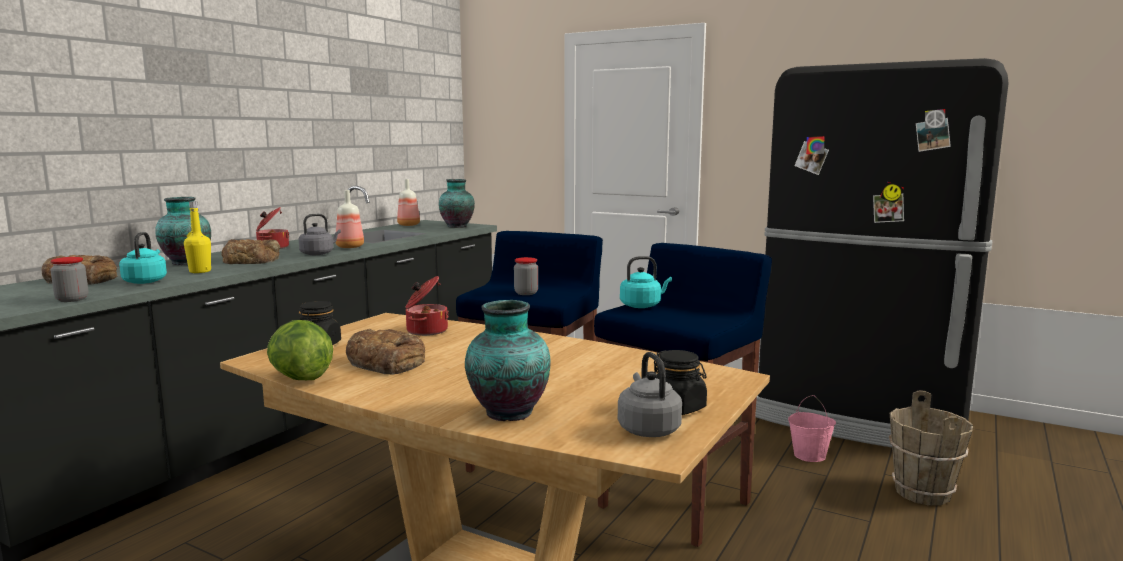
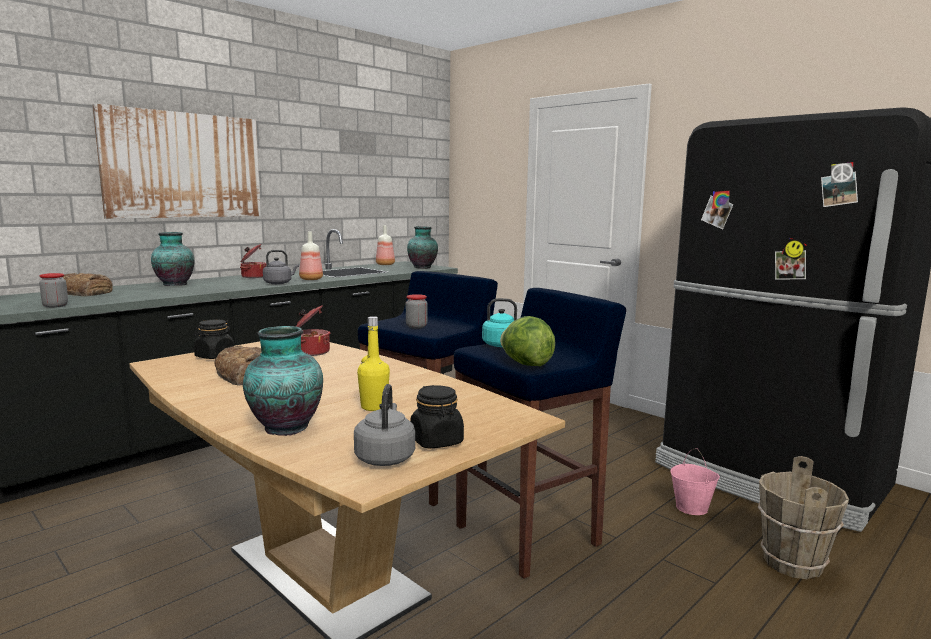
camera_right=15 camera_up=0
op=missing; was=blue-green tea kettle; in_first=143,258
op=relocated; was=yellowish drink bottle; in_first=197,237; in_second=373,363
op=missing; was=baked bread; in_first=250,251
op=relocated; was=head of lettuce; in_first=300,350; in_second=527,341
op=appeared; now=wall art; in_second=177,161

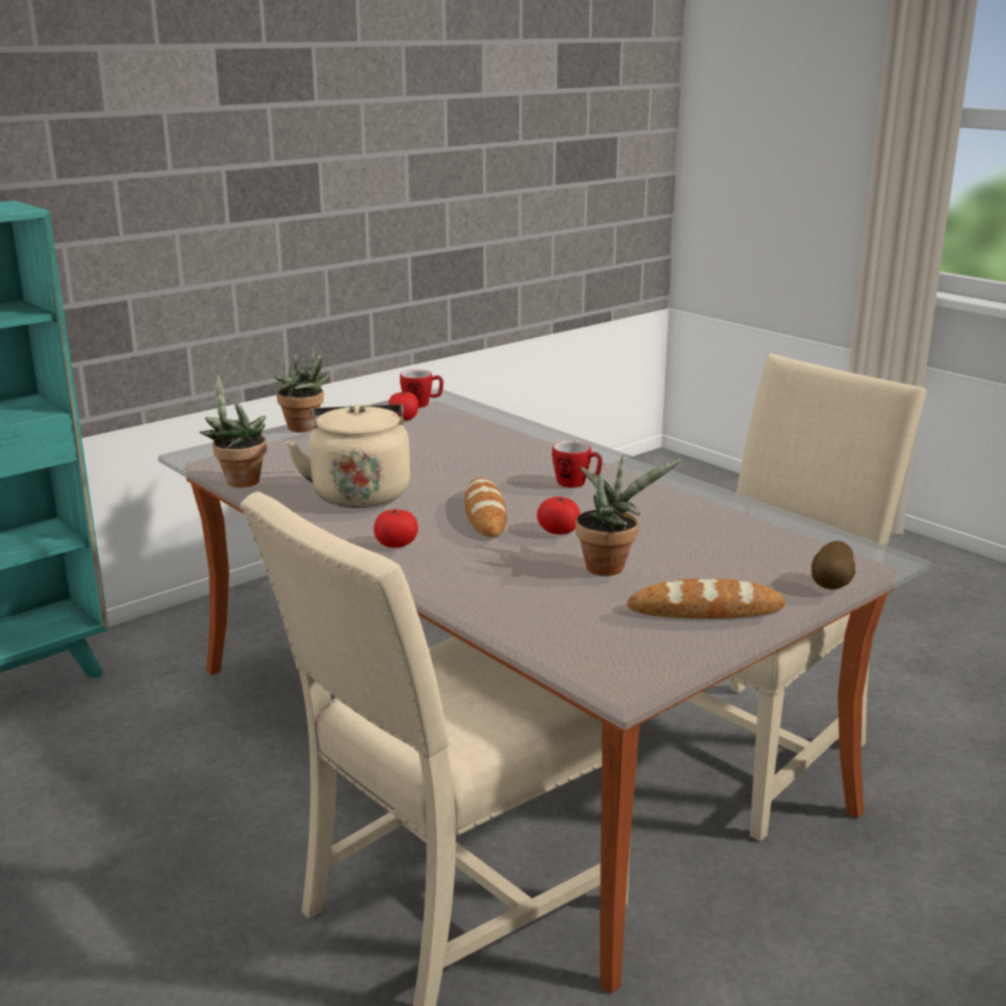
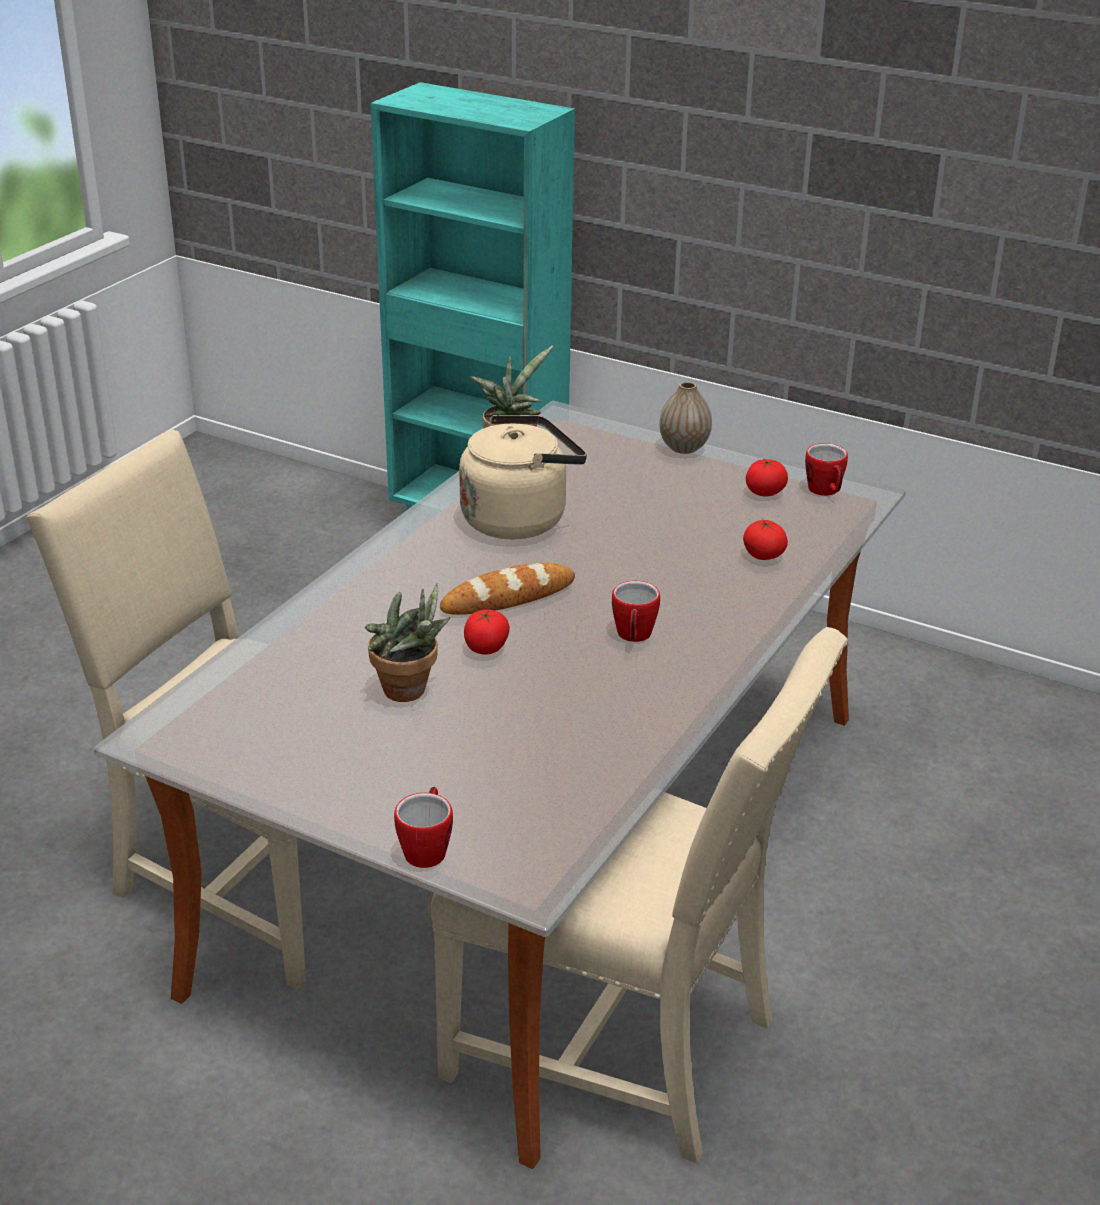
camera_right=70 camera_up=10
op=exchanged; was=houseplant; now=decorative vase; in_first=302,389; in_second=685,417
op=relocated; was=tomato; in_first=396,528; in_second=765,539
op=missing; was=baked bread; in_first=706,598
op=exchanged; was=potato; now=tea mug; in_first=833,565; in_second=423,827

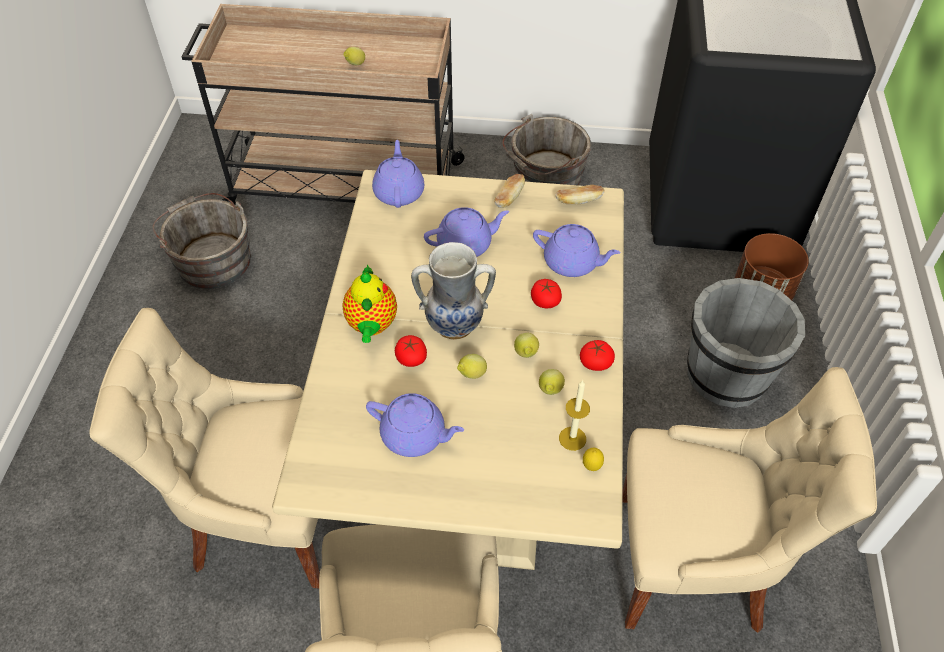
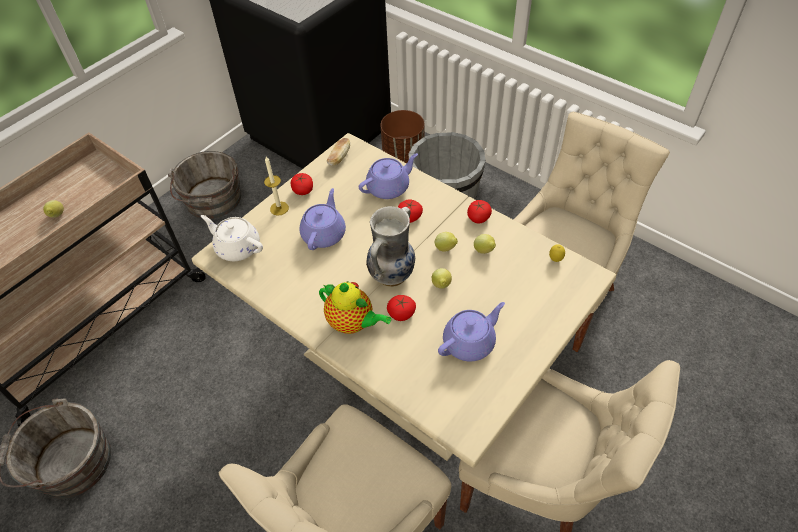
camera_right=-55 camera_up=0
op=colour; was=purple pot for tea; now=whitish pot for tea; in_first=398,174; in_second=232,238
op=exchanged; was=baked bread; now=tomato; in_first=509,191; in_second=302,184
op=relocated; was=wax candle; in_first=574,415; in_second=276,186

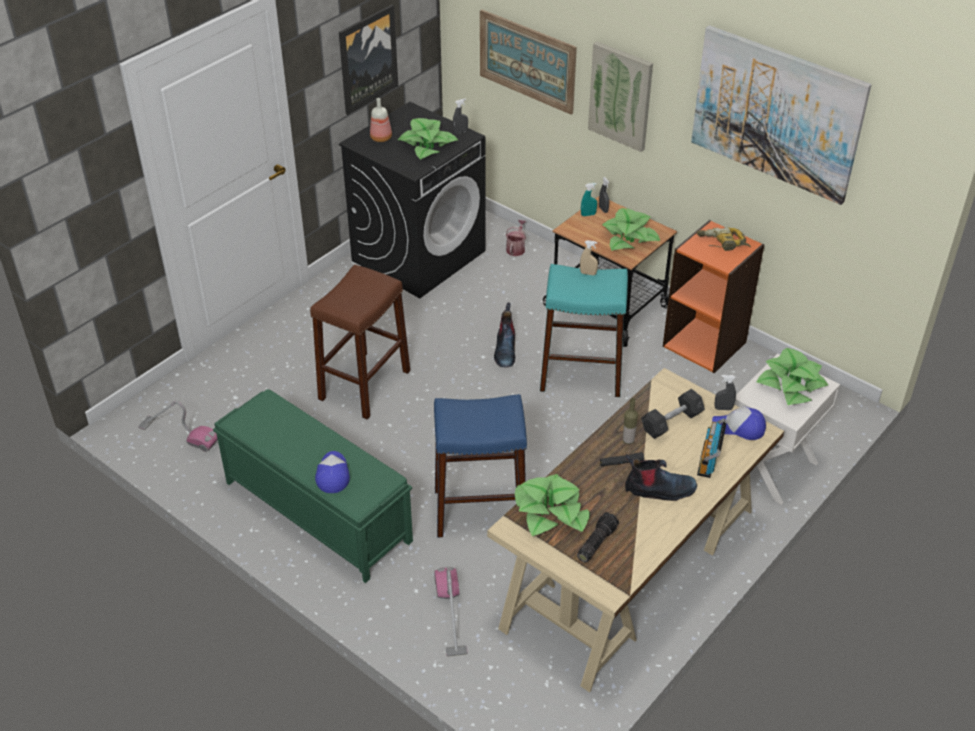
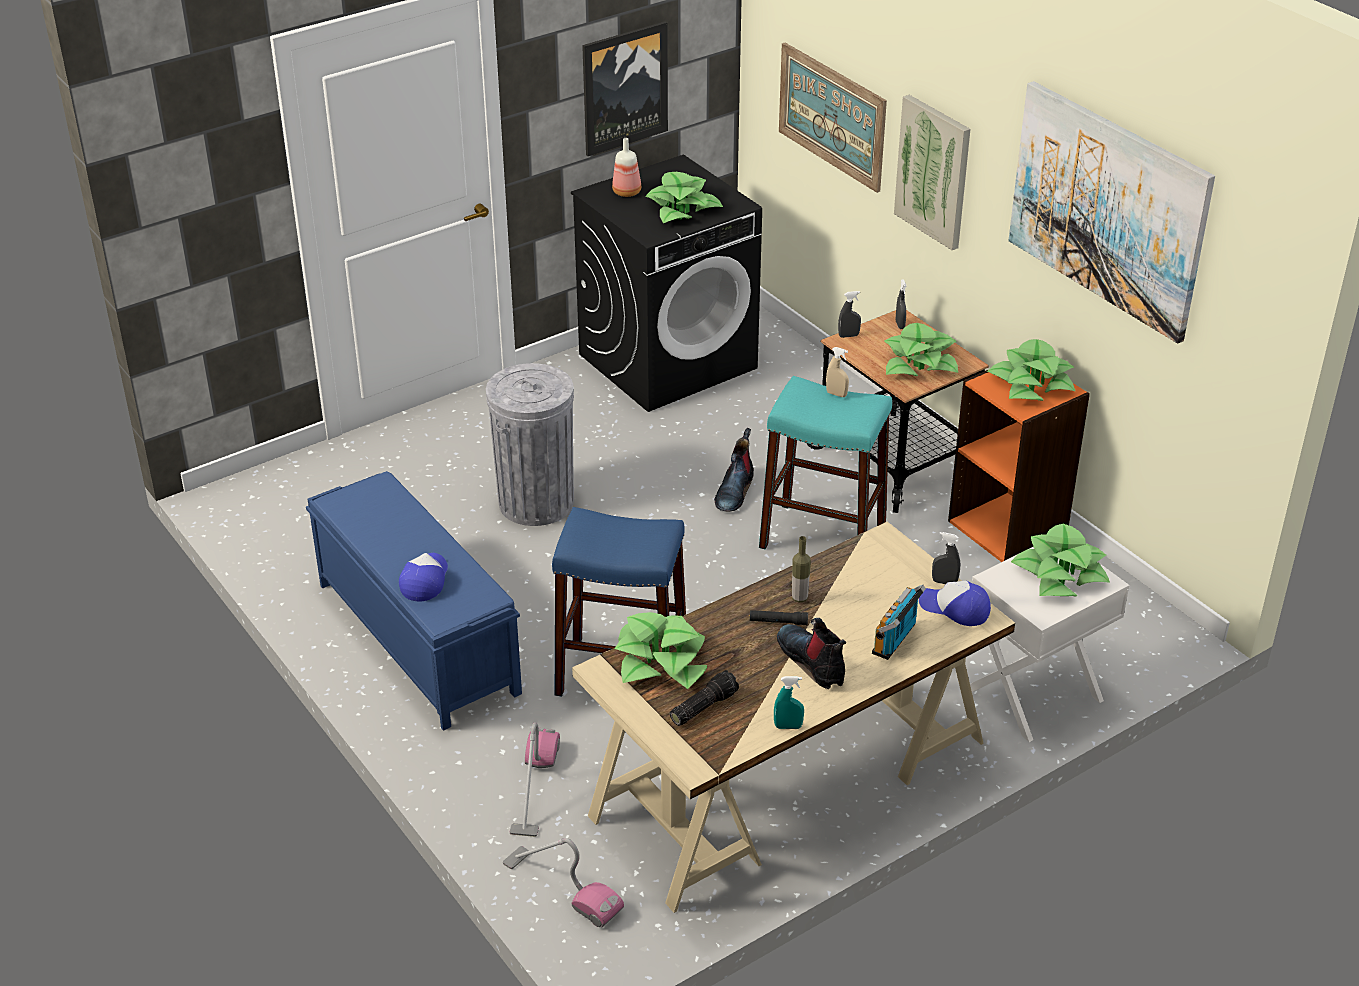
camera_right=15 camera_up=-5
op=relocated; was=hoover; in_first=178,426; in_second=563,882
op=colour; was=greenish indoor bench; now=blue indoor bench; in_first=313,486; in_second=414,601
op=exchanged; was=brownish stool; now=grey trash can; in_first=360,342; in_second=530,444
op=relocated; was=grey hand sprayer; in_first=460,116; in_second=849,314
op=missing; was=watering pot; in_first=516,238
op=relocated; was=blue-green hand sprayer; in_first=589,199; in_second=789,702
op=spun; was=high-top boot; in_first=661,477; in_second=811,653; clockwise=-135
op=missing; was=grey dumbbell; in_first=673,414
op=exchanged; was=drill; now=houseplant; in_first=724,239; in_second=1031,370

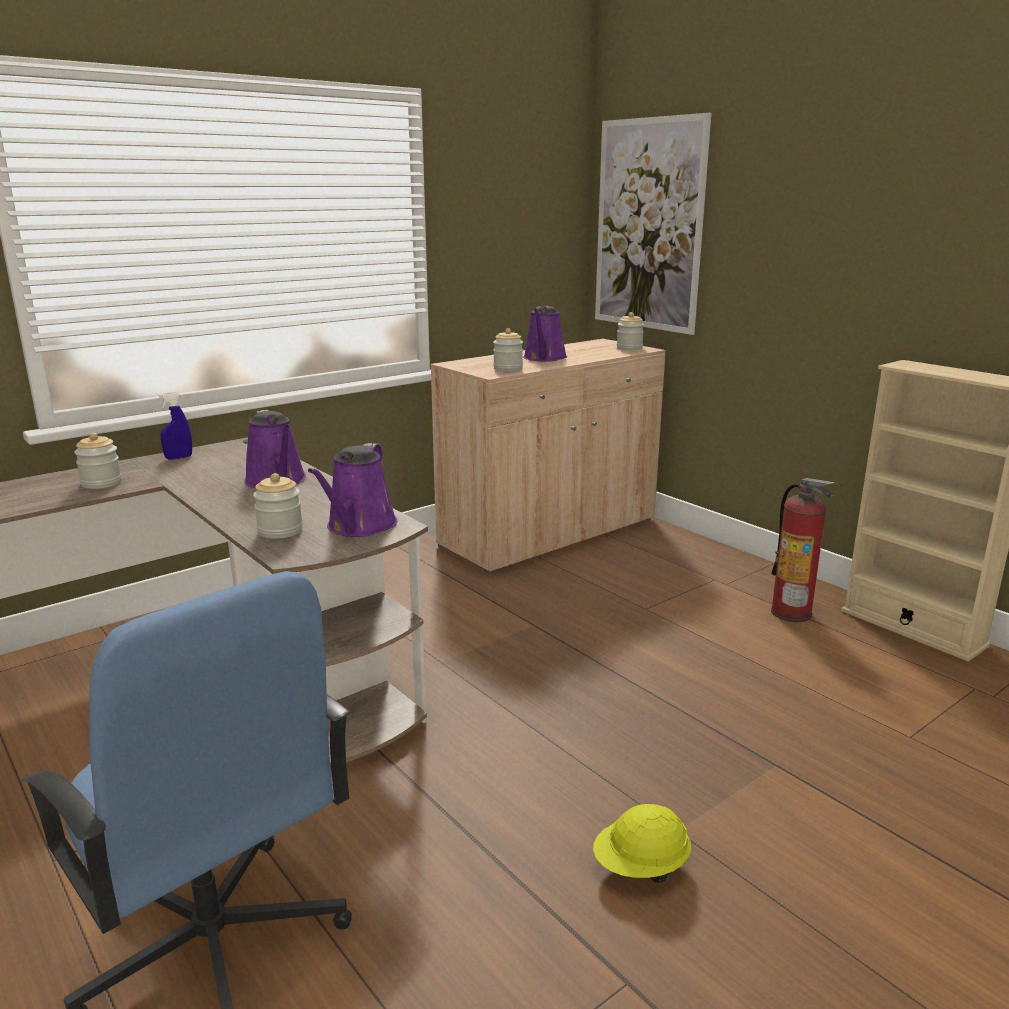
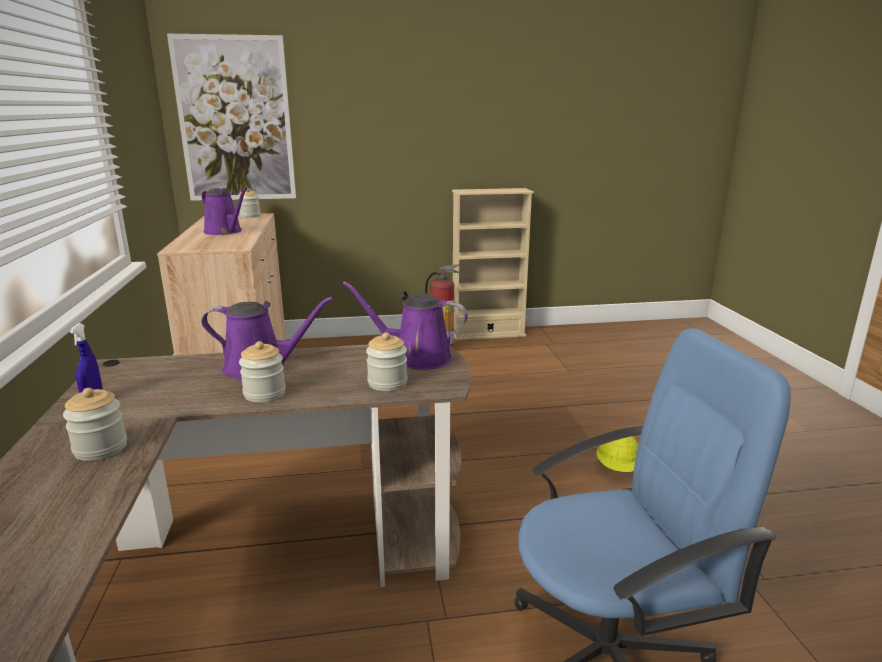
camera_right=-60 camera_up=0
op=spun; was=purple watering pot; in_first=352,490; in_second=405,325; clockwise=150
op=relocated; was=storage jar; in_first=508,349; in_second=262,371

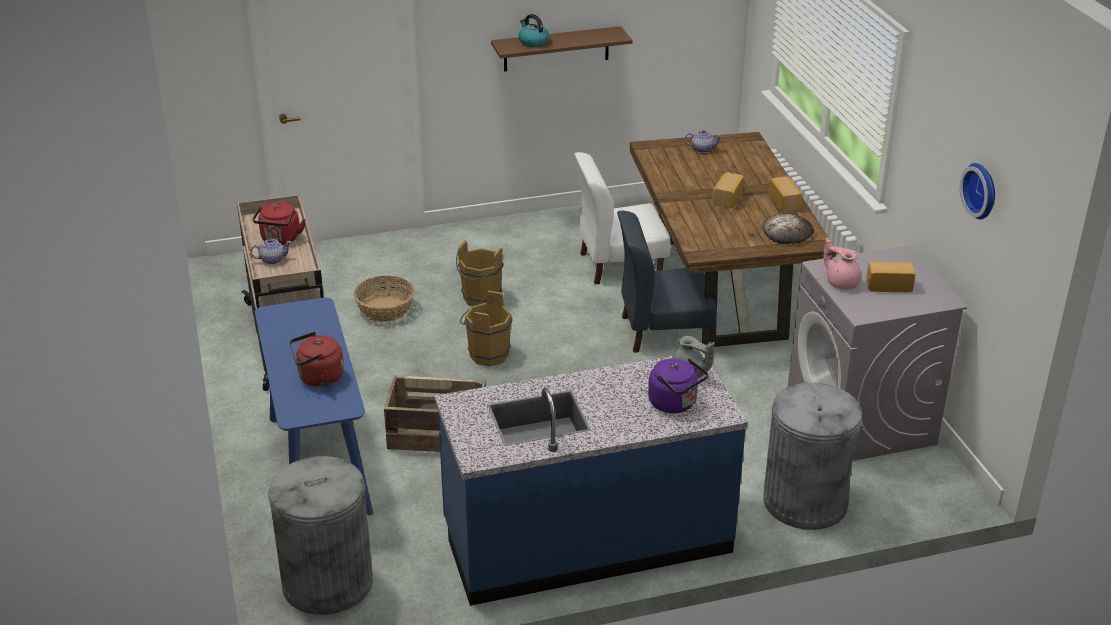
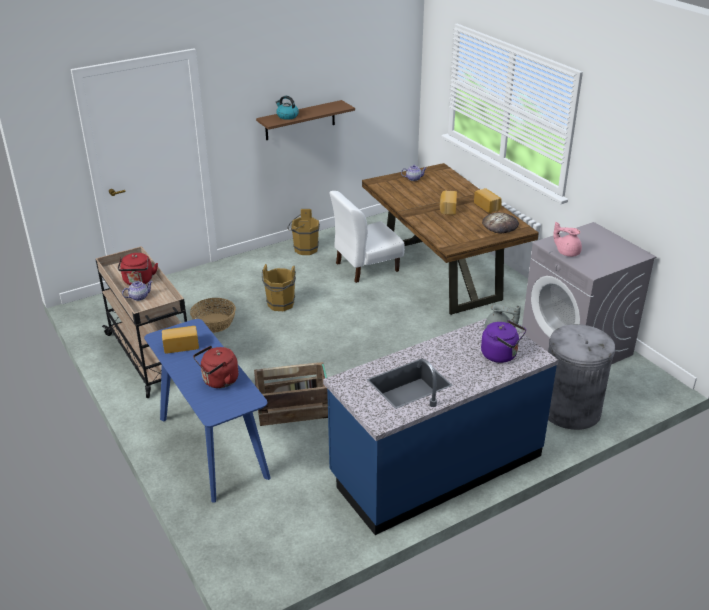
camera_right=-15 camera_up=0
op=missing; was=grey trash can; in_first=320,535
op=relocated; was=brownish water bucket; in_first=486,328; in_second=303,232
op=missing; was=blue chair; in_first=667,282
op=relocated; was=baked bread; in_first=890,276; in_second=180,339
op=missing; was=clock on the wall; in_first=977,191

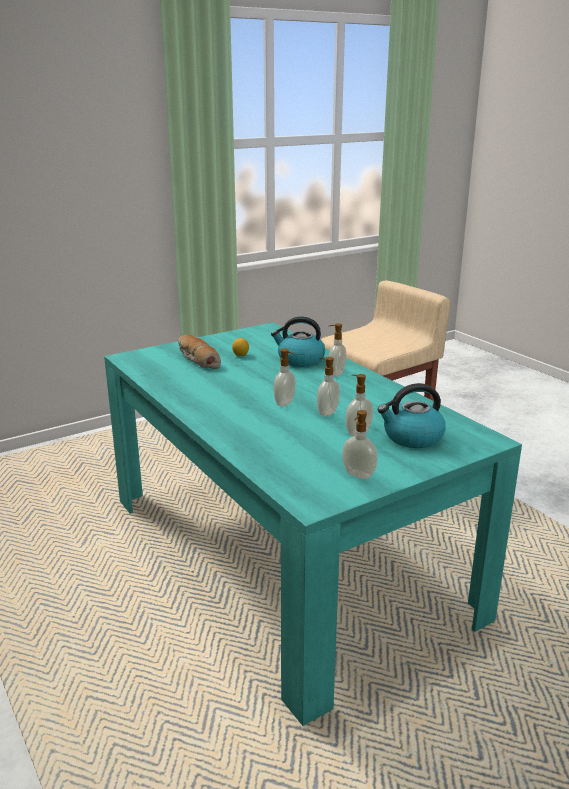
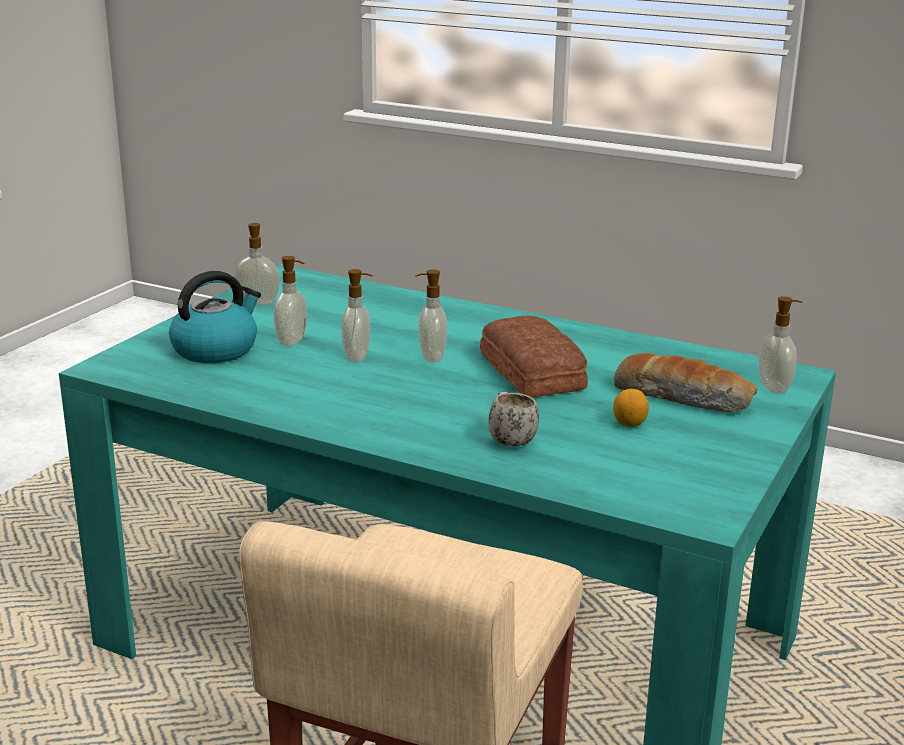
camera_right=150 camera_up=0
op=exchanged; was=tea kettle; now=whitish tea mug; in_first=298,341; in_second=513,419
op=relocated; was=soap dispenser; in_first=337,350; in_second=780,344
op=appeared; now=baked bread; in_second=534,356

